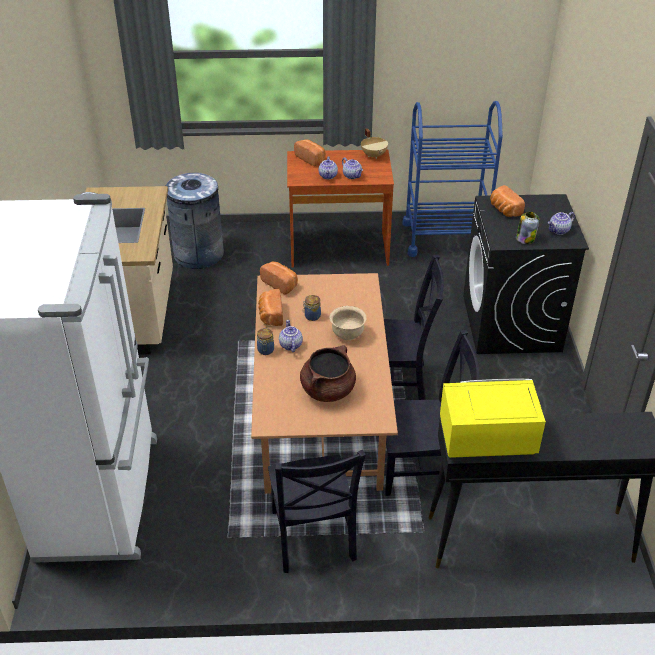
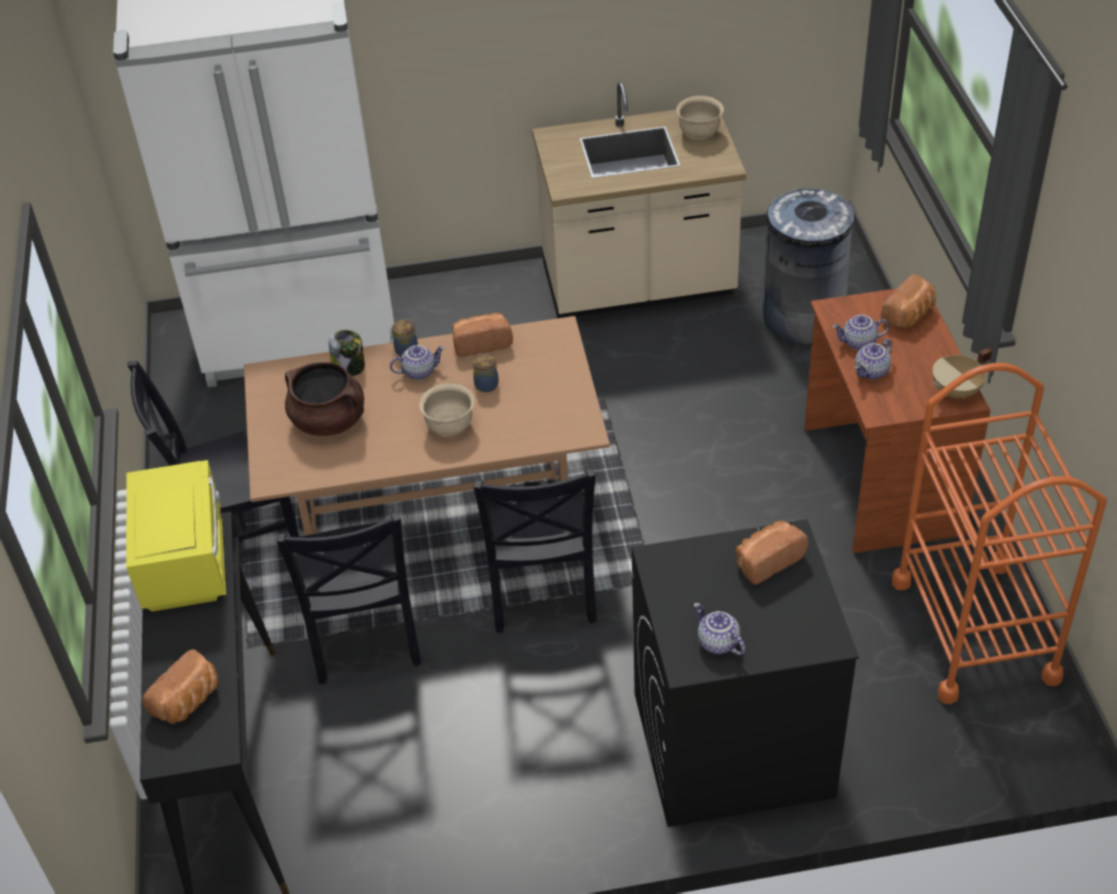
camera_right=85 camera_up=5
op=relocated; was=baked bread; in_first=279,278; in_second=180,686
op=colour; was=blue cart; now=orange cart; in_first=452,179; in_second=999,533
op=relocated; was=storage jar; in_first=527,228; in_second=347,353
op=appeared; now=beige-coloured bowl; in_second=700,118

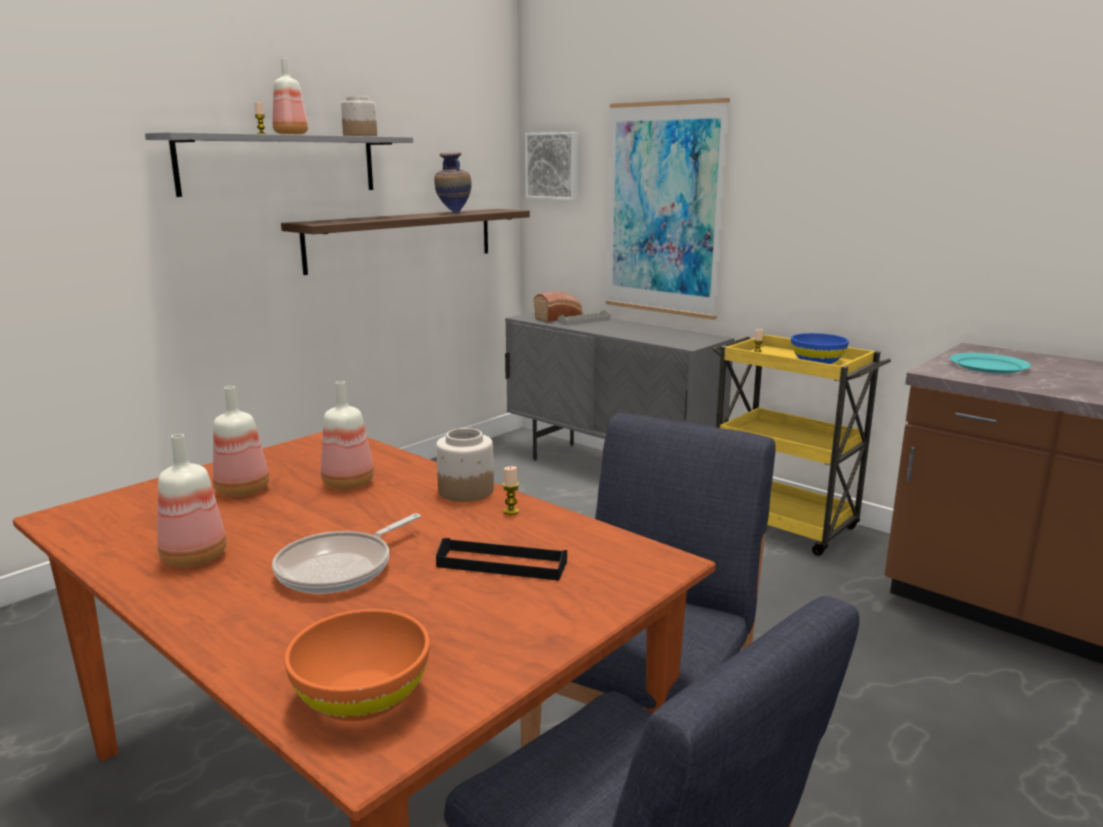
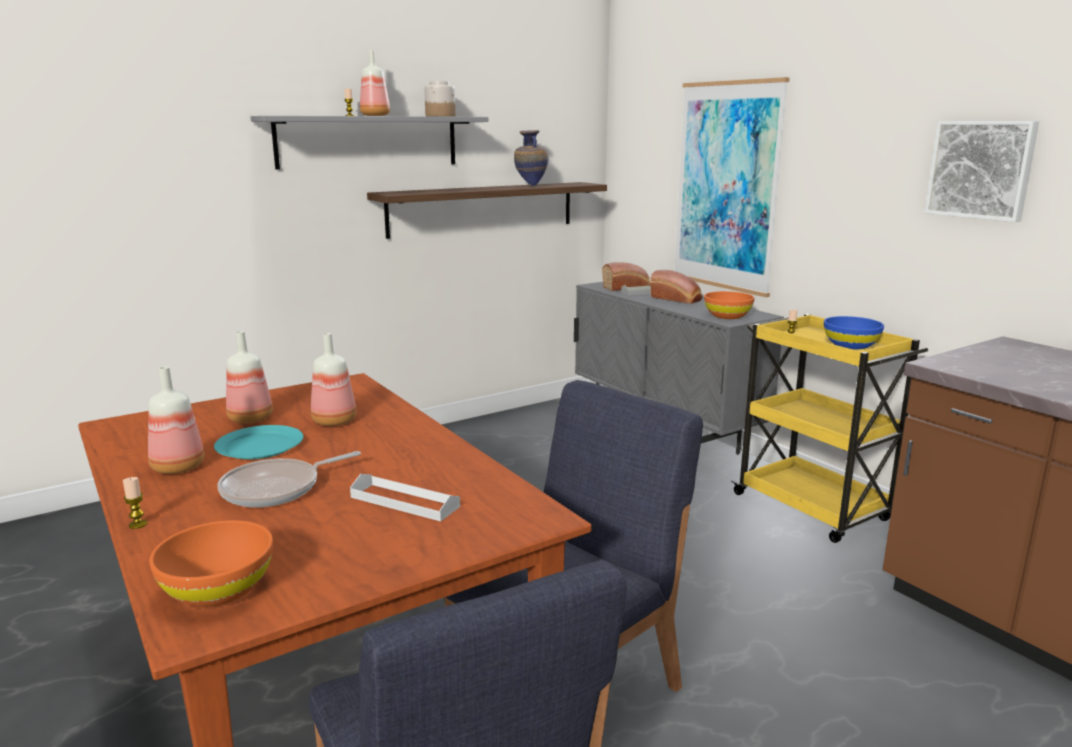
camera_right=15 camera_up=0
op=missing; was=storage jar; in_first=465,465
op=colour; was=black serving tray; now=whitish serving tray; in_first=501,559; in_second=405,497
op=relocated; was=wax candle; in_first=511,490; in_second=135,503
op=relocated; was=wall art; in_first=551,166; in_second=981,171
op=relocated; was=blue-green plate; in_first=990,363; in_second=258,442
op=appeared; now=baked bread; in_second=676,287
op=appeared; now=orange bowl; in_second=729,305

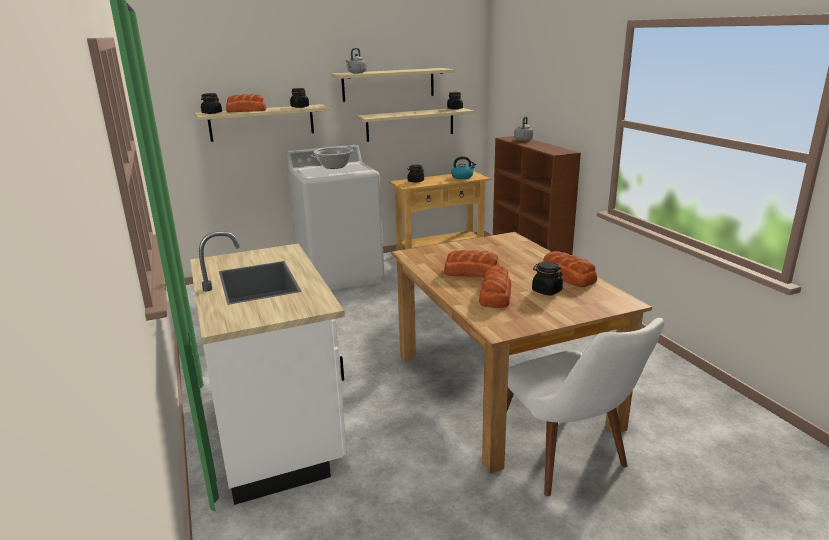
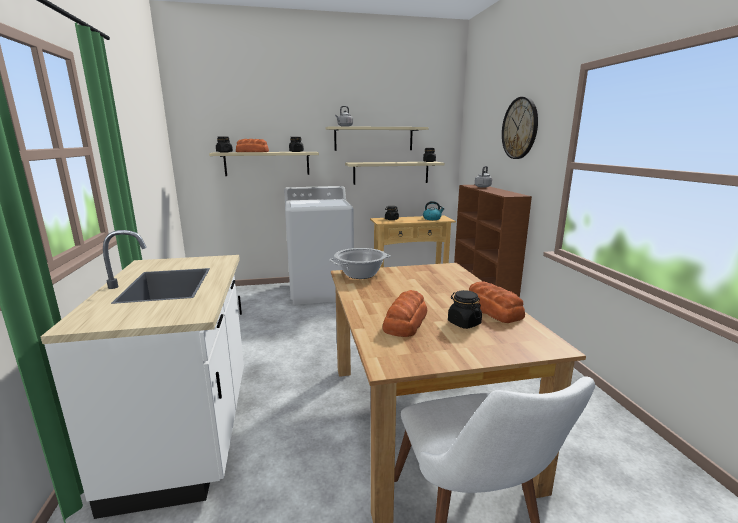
camera_right=10 camera_up=-5
op=relocated; was=cooking pot; in_first=333,158; in_second=360,263
op=missing; was=baked bread; in_first=472,263
op=appeared; now=clock on the wall; in_second=520,128

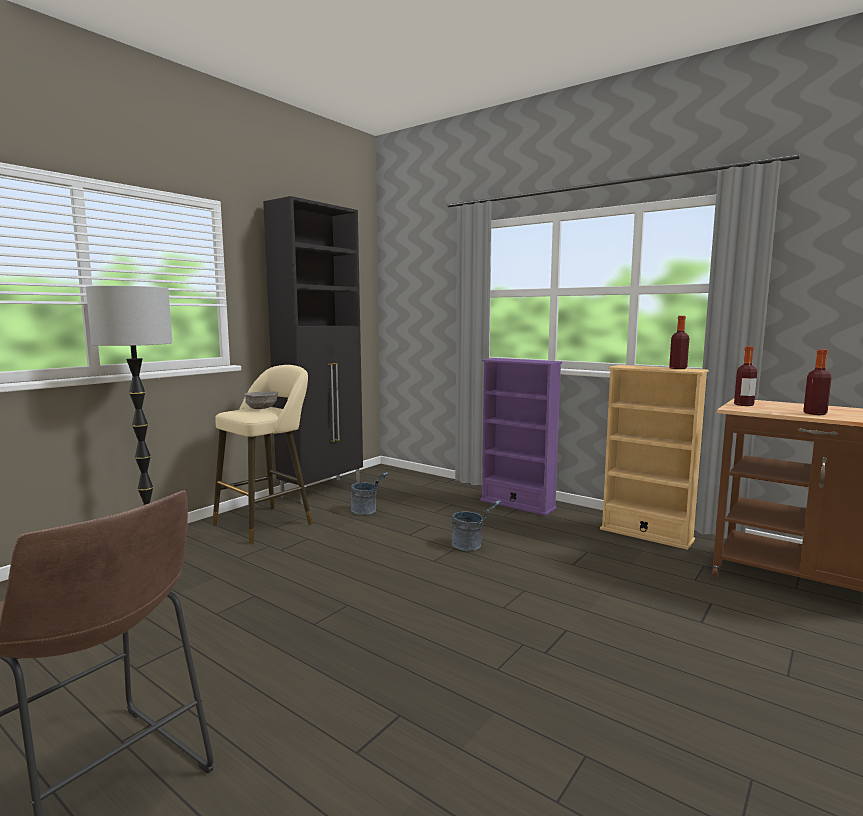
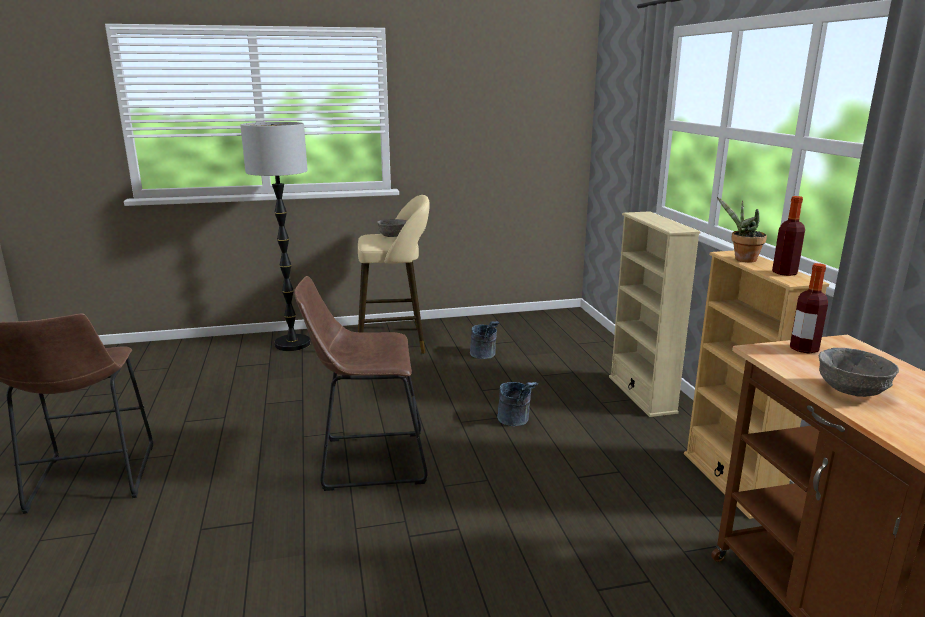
camera_right=40 camera_up=10
op=missing; was=black cabinet; in_first=313,350
op=colour; was=purple bookshelf; now=beige-coloured bookshelf; in_first=521,437; in_second=654,314
op=exchanged; was=drink bottle; now=grey bowl; in_first=817,382; in_second=859,372
op=appeared; now=brownish stool; in_second=360,383
op=appeared; now=houseplant; in_second=742,230

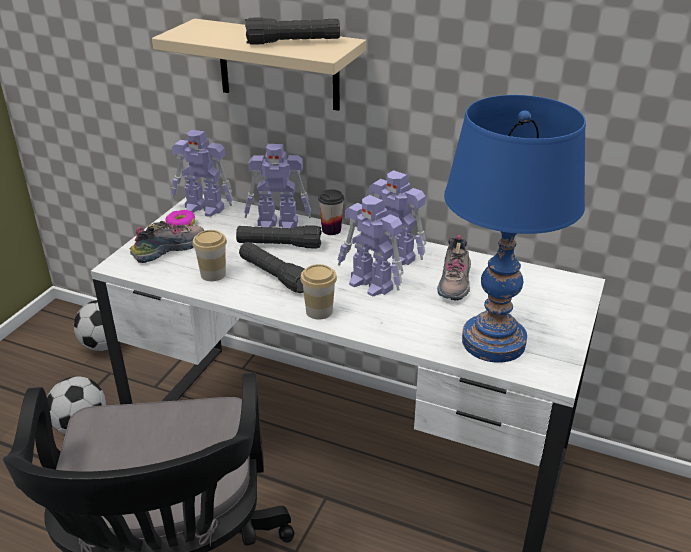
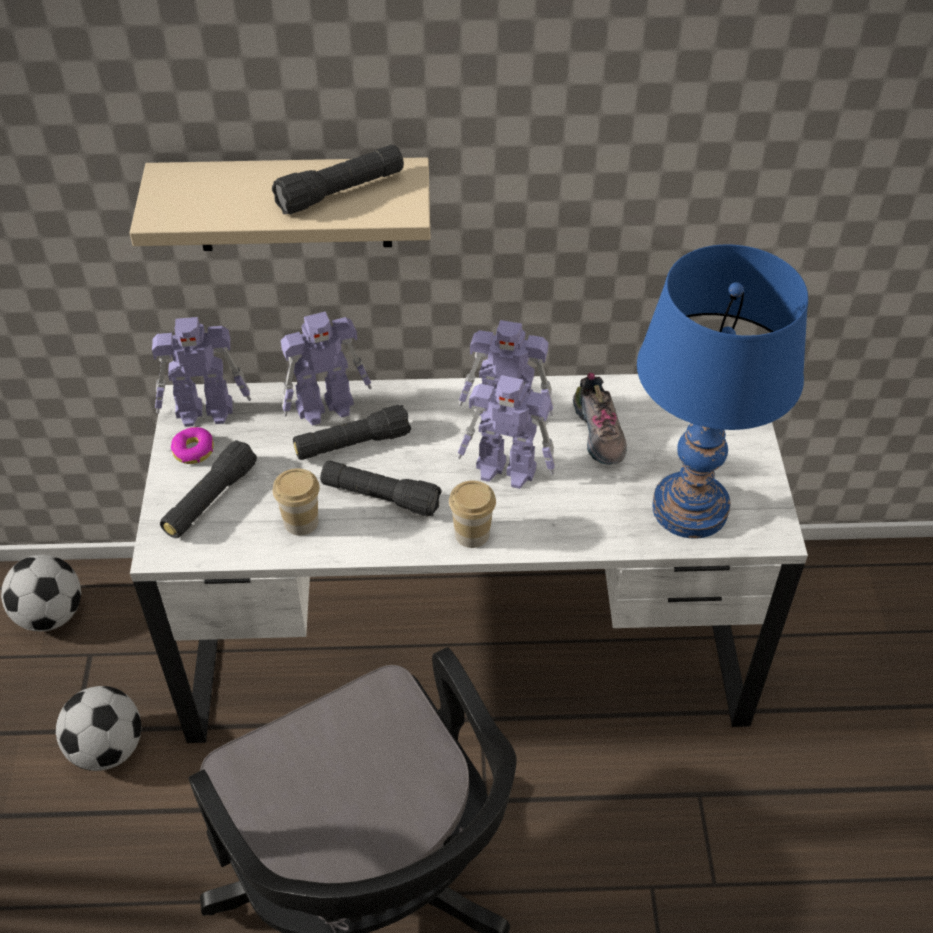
camera_right=-25 camera_up=15
op=exchanged; was=item of footwear; now=black torch; in_first=166,242; in_second=208,489
op=missing; was=drinking cup; in_first=331,212

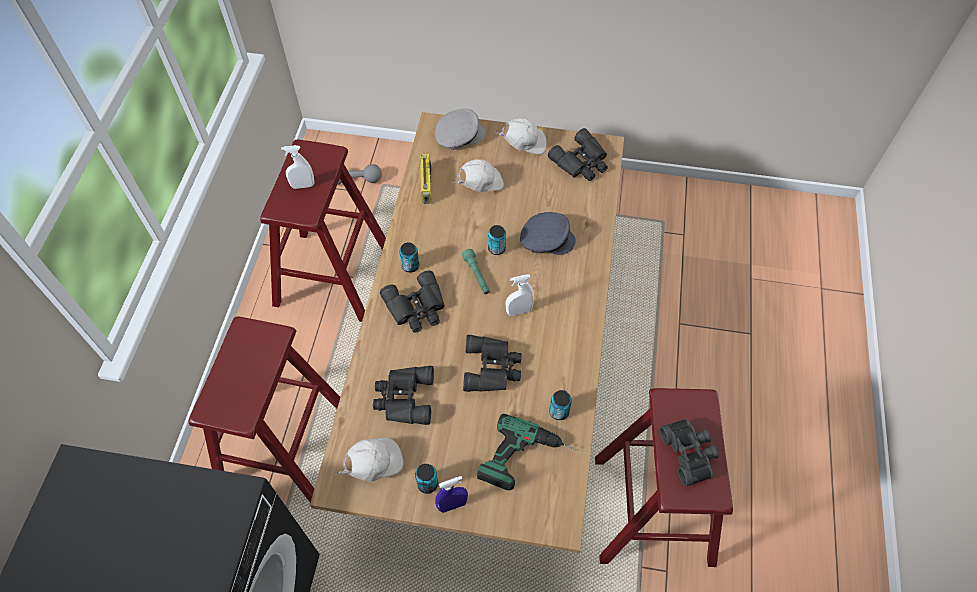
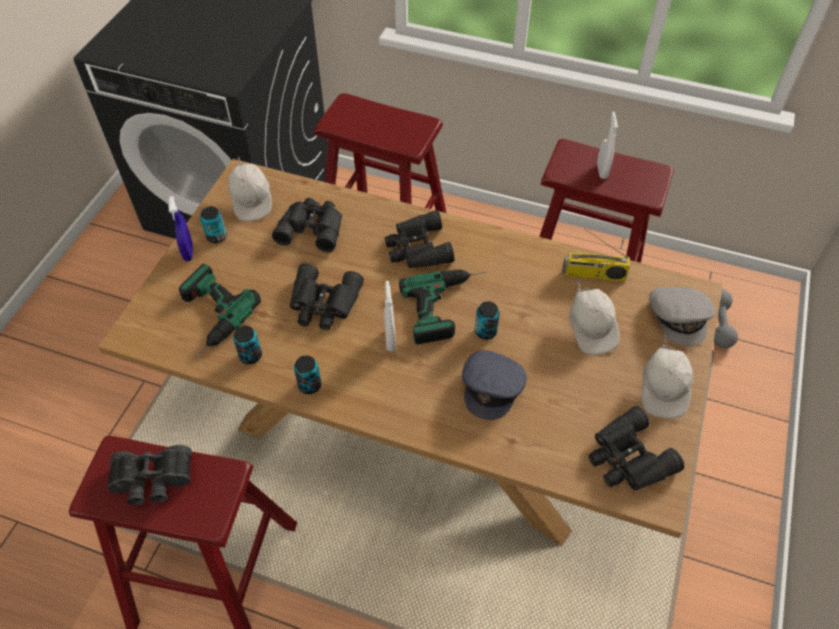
camera_right=100 camera_up=-5
op=relocated; was=can; in_first=409,257; in_second=307,374
op=exchanged; was=greenish torch; now=drill; in_first=476,271; in_second=442,307

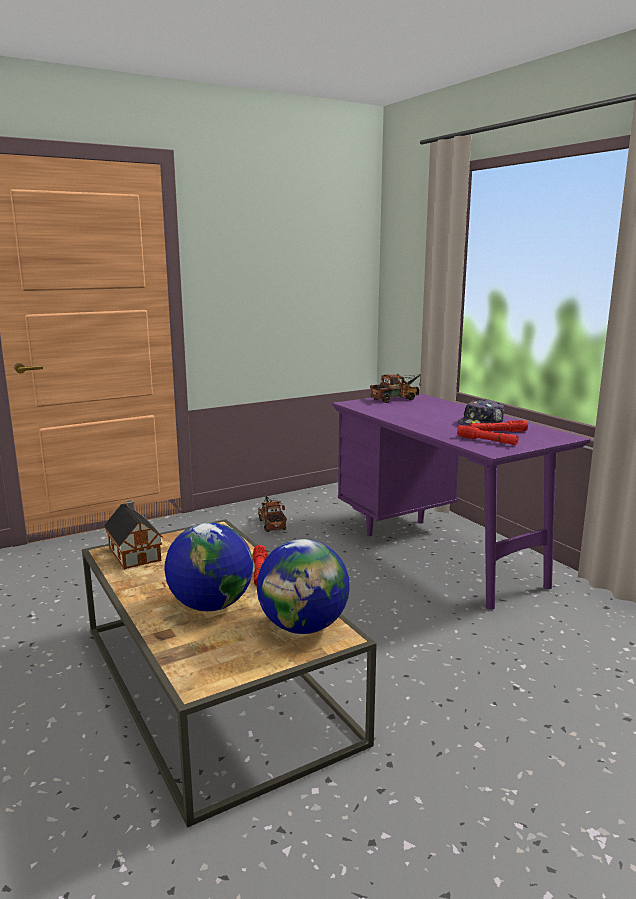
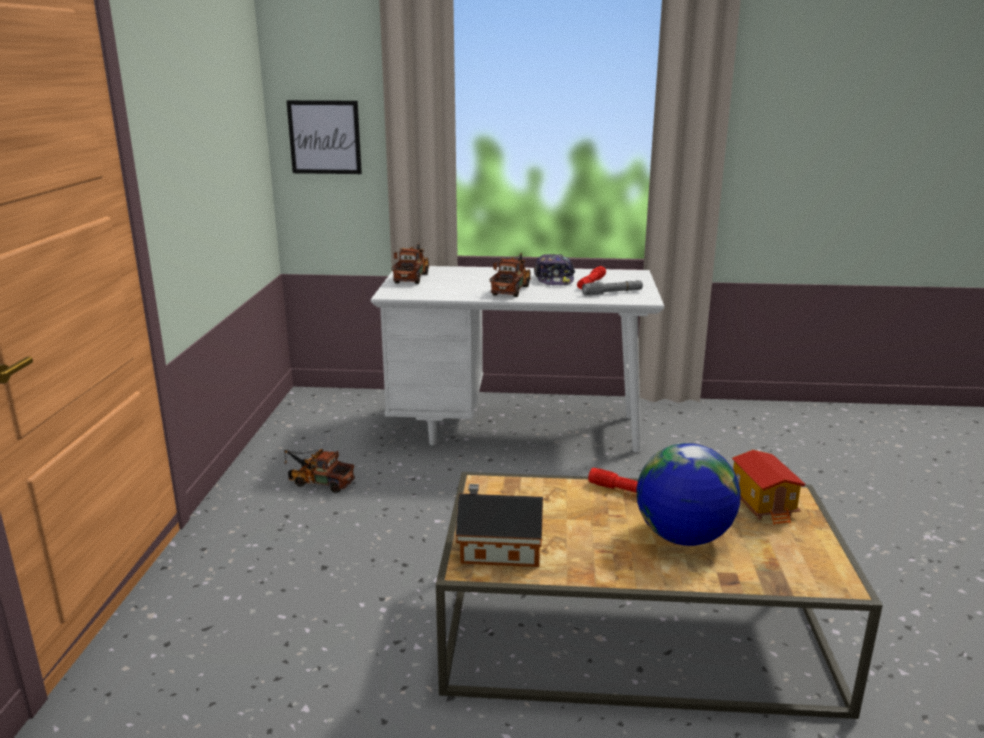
camera_right=-55 camera_up=5
op=exchanged; was=desk globe; now=miniature house; in_first=303,586; in_second=769,487
op=colour; was=purple desk; now=whitish desk; in_first=461,501; in_second=517,359
op=colour; was=red-coloured torch; now=grey torch; in_first=488,435; in_second=612,287
op=appeared; now=wall art; in_second=324,137
op=appeared; now=model truck; in_second=510,275

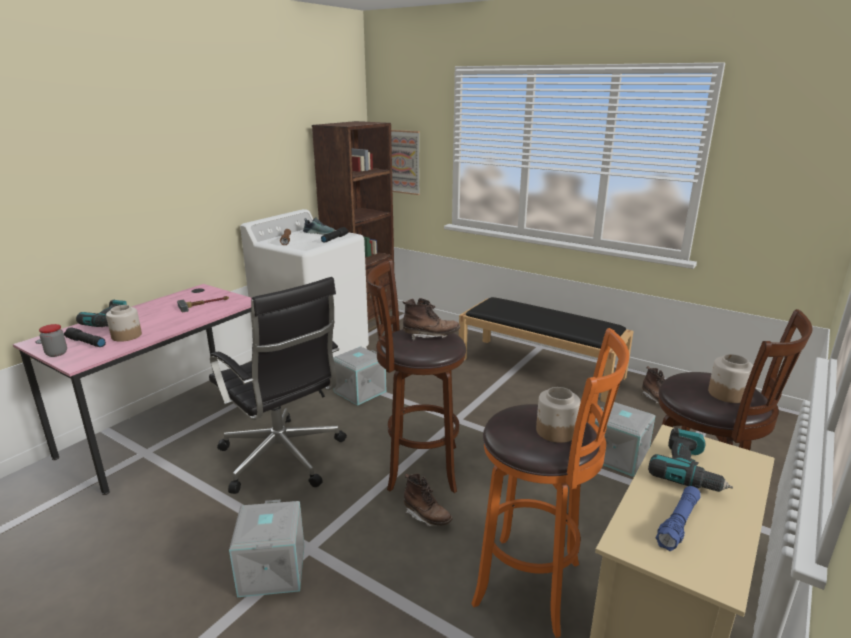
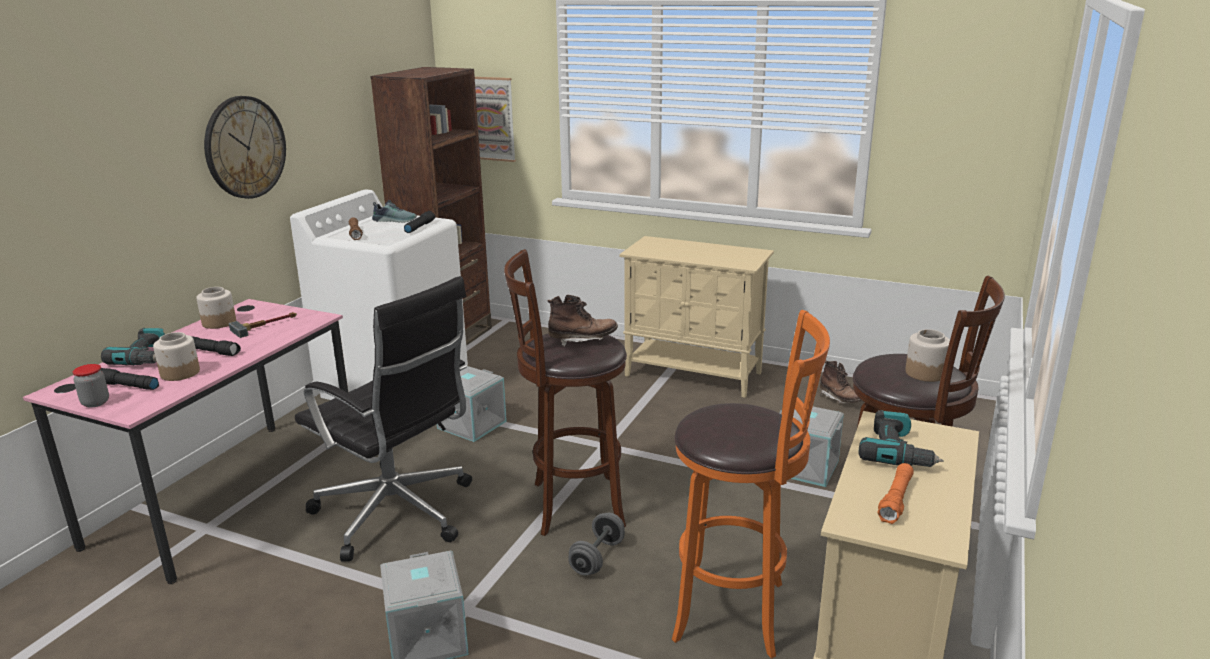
camera_right=-10 camera_up=0
op=exchanged; was=brownish high-top boot; now=grey dumbbell; in_first=428,500; in_second=596,544
op=exchanged; was=black indoor bench; now=beige-coloured cabinet; in_first=546,350; in_second=696,317
op=relocated; was=storage jar; in_first=558,415; in_second=216,308
op=colour; was=blue torch; now=orange torch; in_first=678,518; in_second=895,493
op=appeared; now=black torch; in_second=216,346
op=appeared; now=clock on the wall; in_second=245,147

